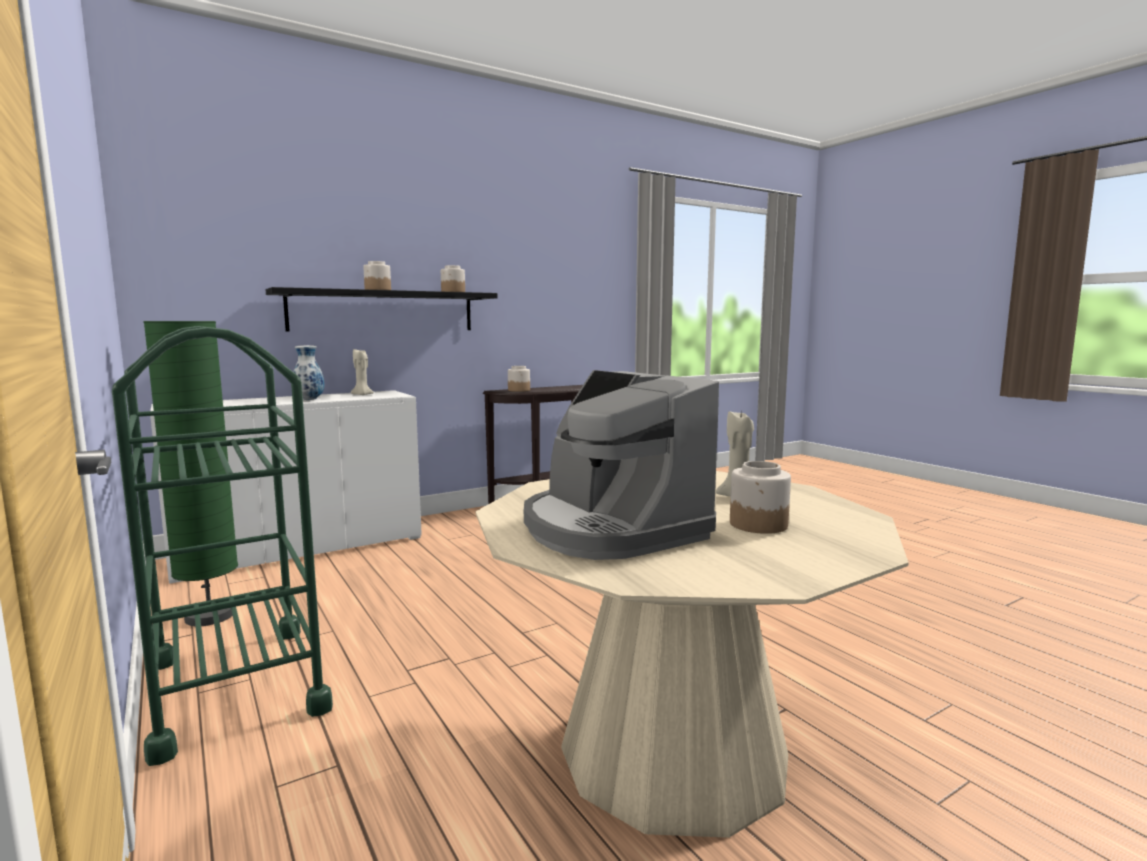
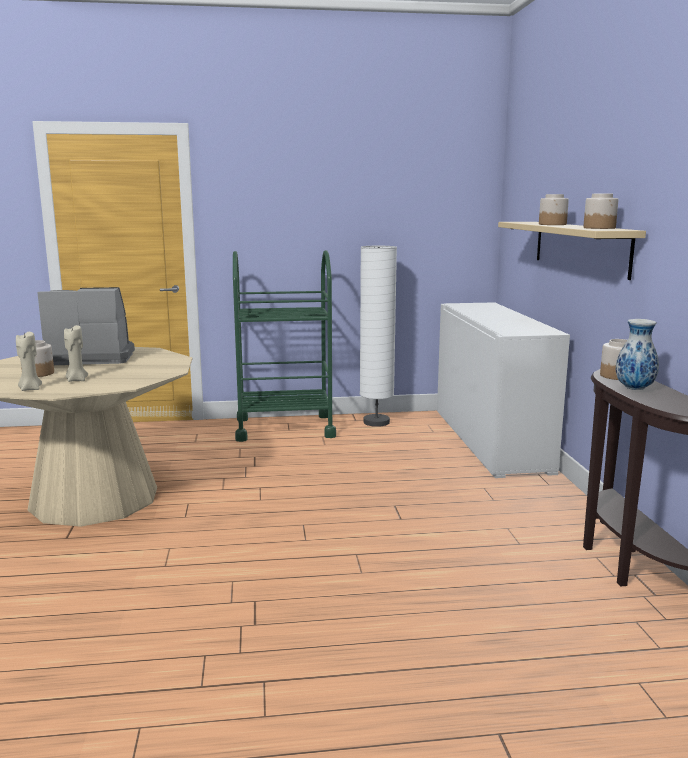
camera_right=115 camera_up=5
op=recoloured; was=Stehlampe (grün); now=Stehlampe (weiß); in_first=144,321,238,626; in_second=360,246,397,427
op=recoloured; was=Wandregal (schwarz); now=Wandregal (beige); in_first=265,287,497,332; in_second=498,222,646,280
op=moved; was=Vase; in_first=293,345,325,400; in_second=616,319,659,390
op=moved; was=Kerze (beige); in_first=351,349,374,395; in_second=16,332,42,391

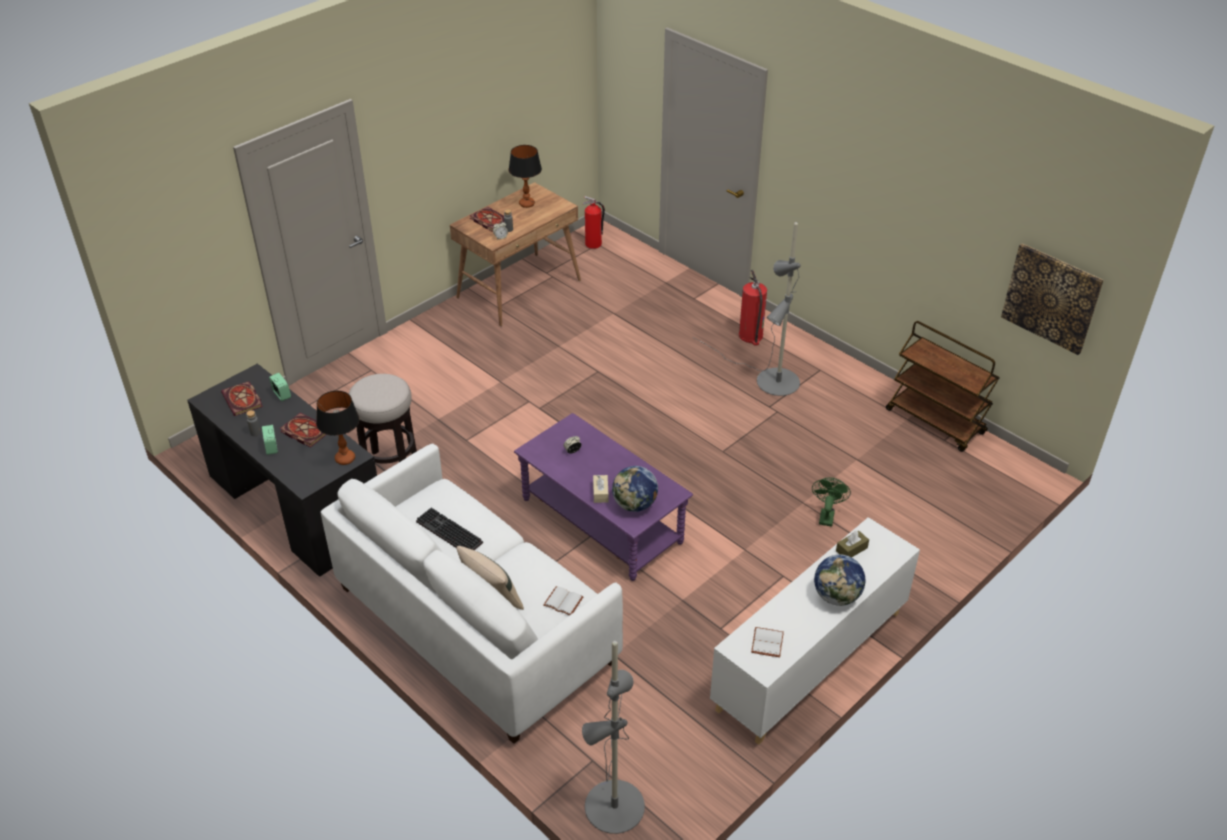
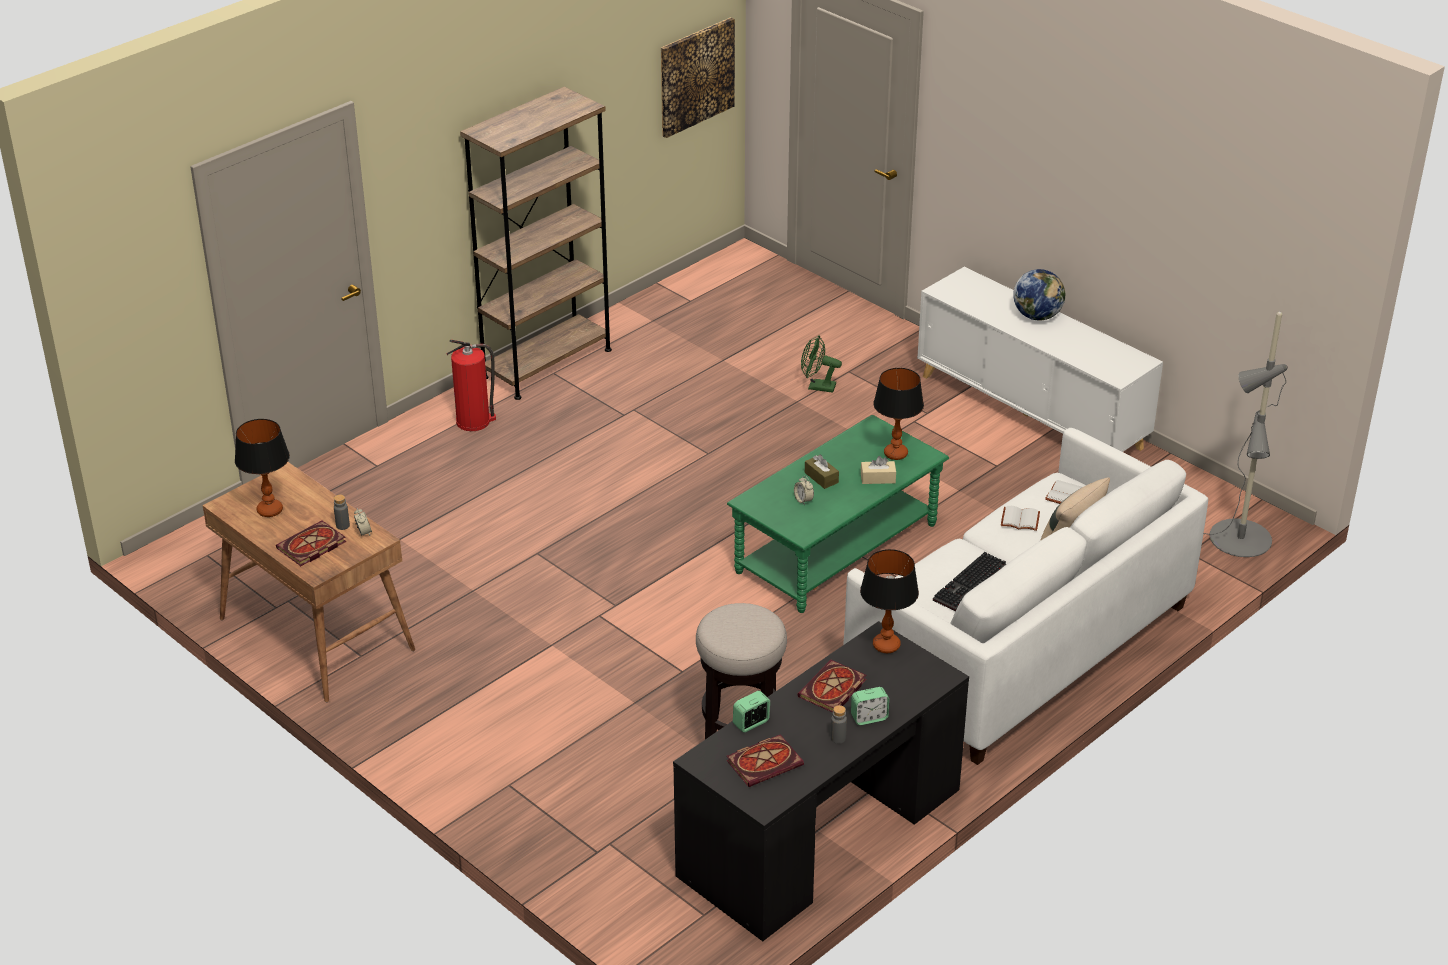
camera_right=-90 camera_up=-5
op=recoloured; was=Couchtisch (lila); now=Couchtisch (grün); in_first=514,413,693,581; in_second=727,415,949,613
op=removed; was=Feuerlöscher; in_first=583,196,605,249
op=replaced; was=Globus; now=Tischlampe; in_first=612,466,658,512; in_second=873,368,924,460
op=removed; was=Stehlampe (grau); in_first=694,222,801,396
op=moved; was=Buch (weiß); in_first=751,627,784,657; in_second=1001,506,1040,531
op=moved; was=Taschentuchbox (braun); in_first=836,531,869,557; in_second=805,455,839,489
op=removed; was=Rollwagen (braun); in_first=886,321,999,452
op=added; now=Bücherregal (braun); in_second=460,87,612,400

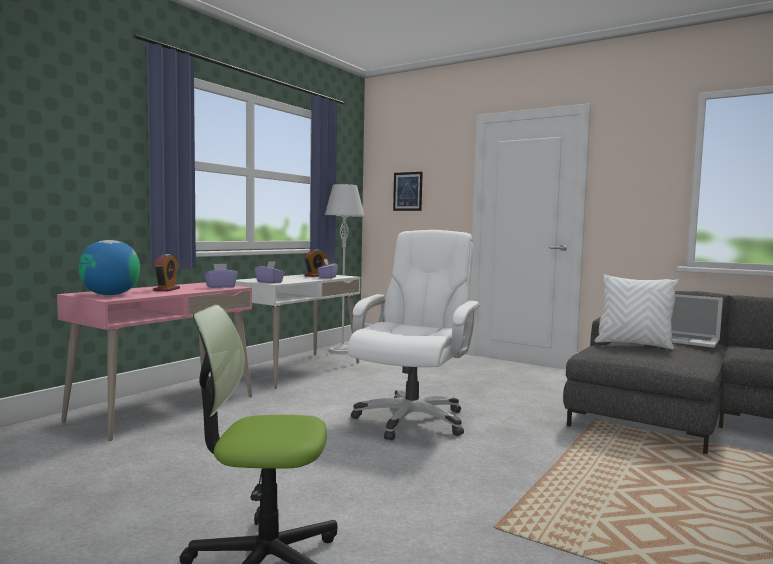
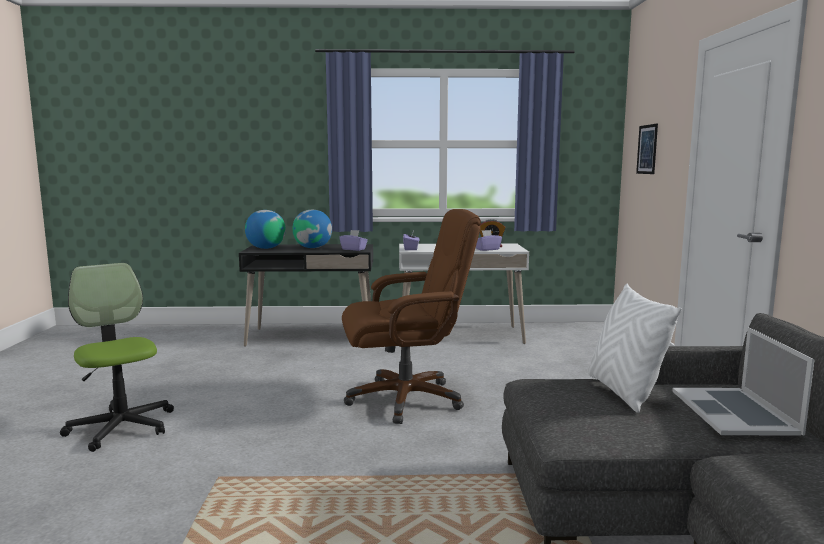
camera_right=55 camera_up=5
op=recoloured; was=Schreibtisch (rosa); now=Schreibtisch (schwarz); in_first=57,282,252,441; in_second=239,244,373,347
op=replaced; was=Wecker; now=Globus; in_first=153,254,180,291; in_second=293,210,332,248
op=removed; was=Stehlampe (grau); in_first=325,184,364,354
op=recoloured; was=Bürostuhl (weiß); now=Bürostuhl (braun); in_first=348,230,480,440; in_second=342,209,481,424

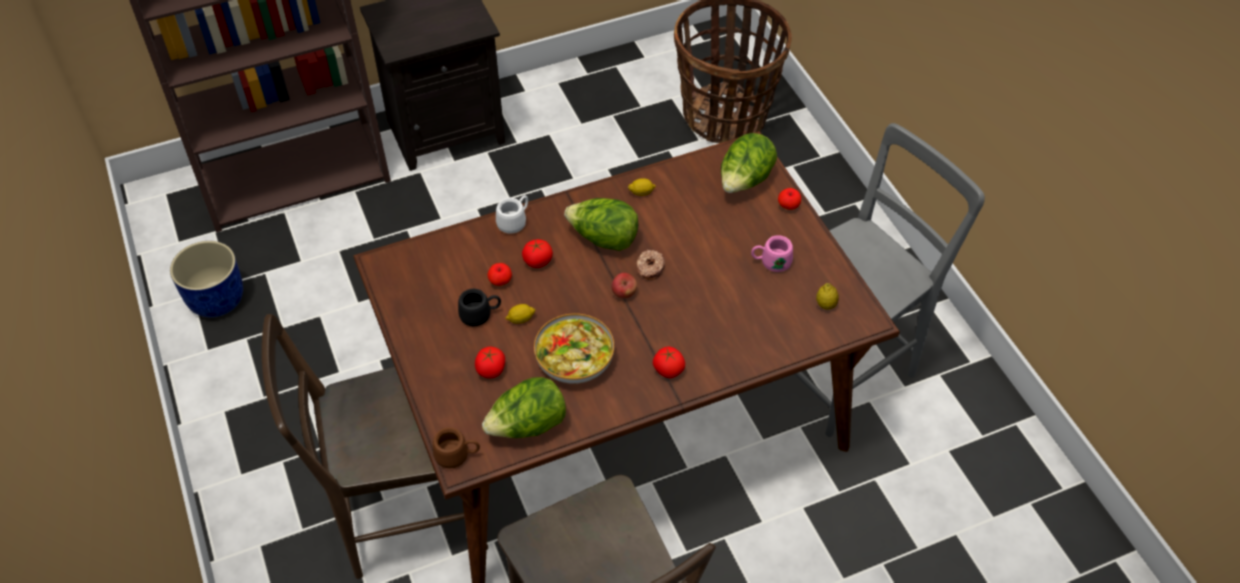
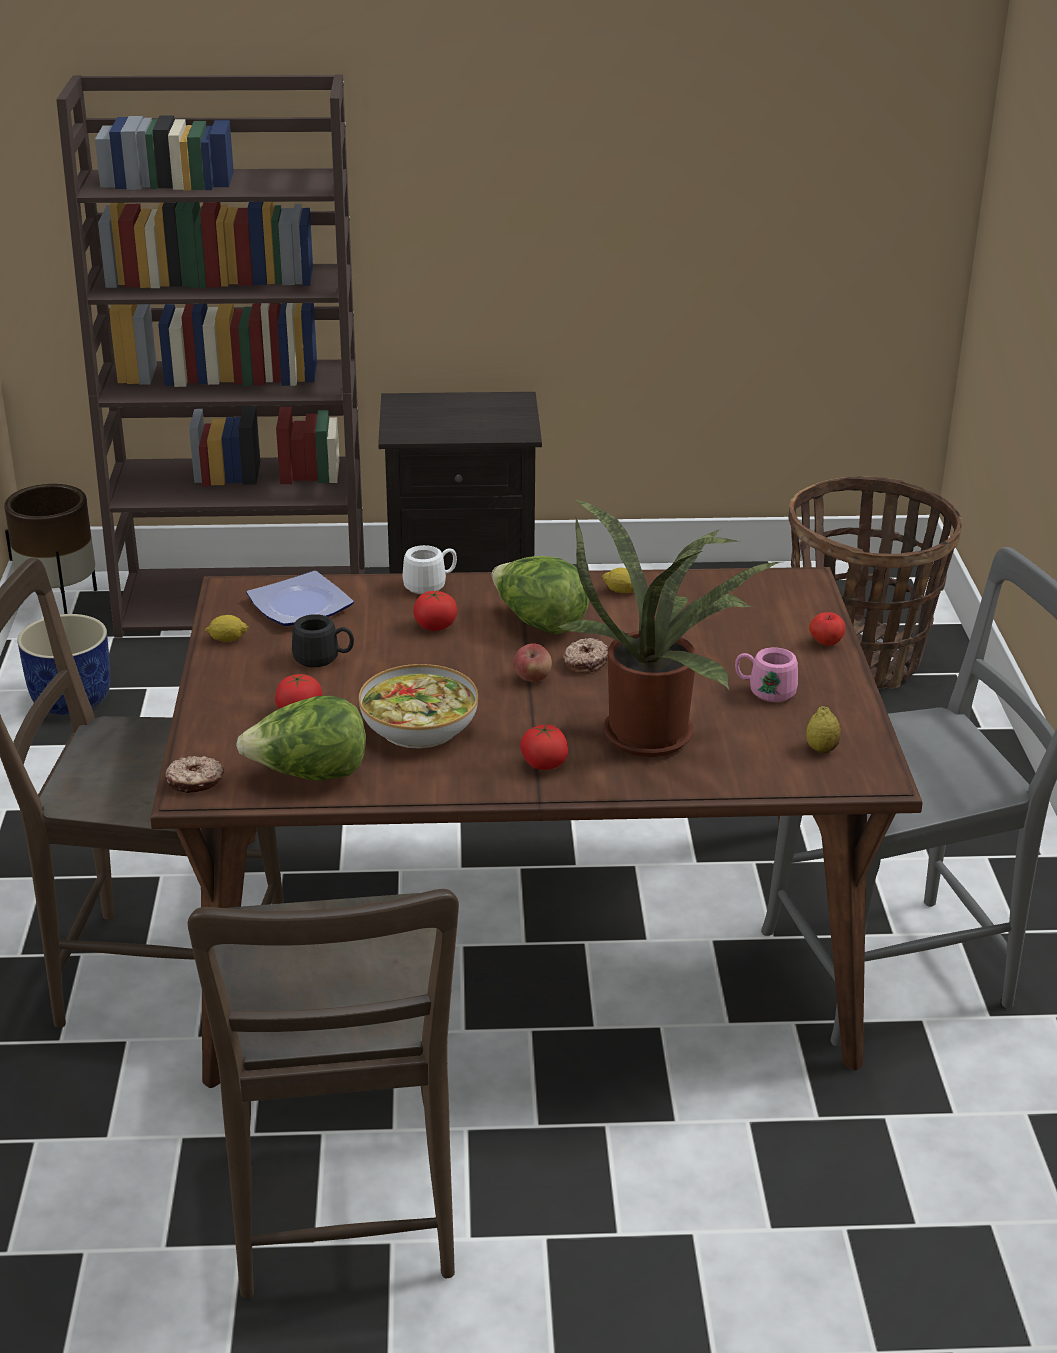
camera_right=20 camera_up=-20
op=replaced; was=Henkelbecher (braun); now=Donut; in_first=433,427,480,469; in_second=165,756,224,793
op=removed; was=Apfel; in_first=487,263,512,286
op=moved; was=Zitrone; in_first=505,304,535,324; in_second=205,615,248,642
op=removed; was=Salatkopf; in_first=721,133,777,193
op=added; now=Pflanzkübel (braun); in_second=4,484,97,614
op=added; now=Teller; in_second=247,571,354,626
op=added; now=Topfpflanze; in_second=557,497,783,757

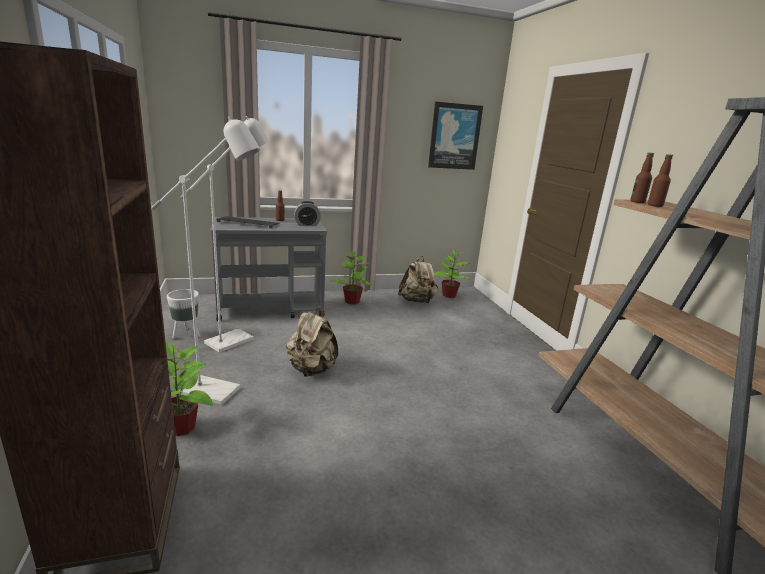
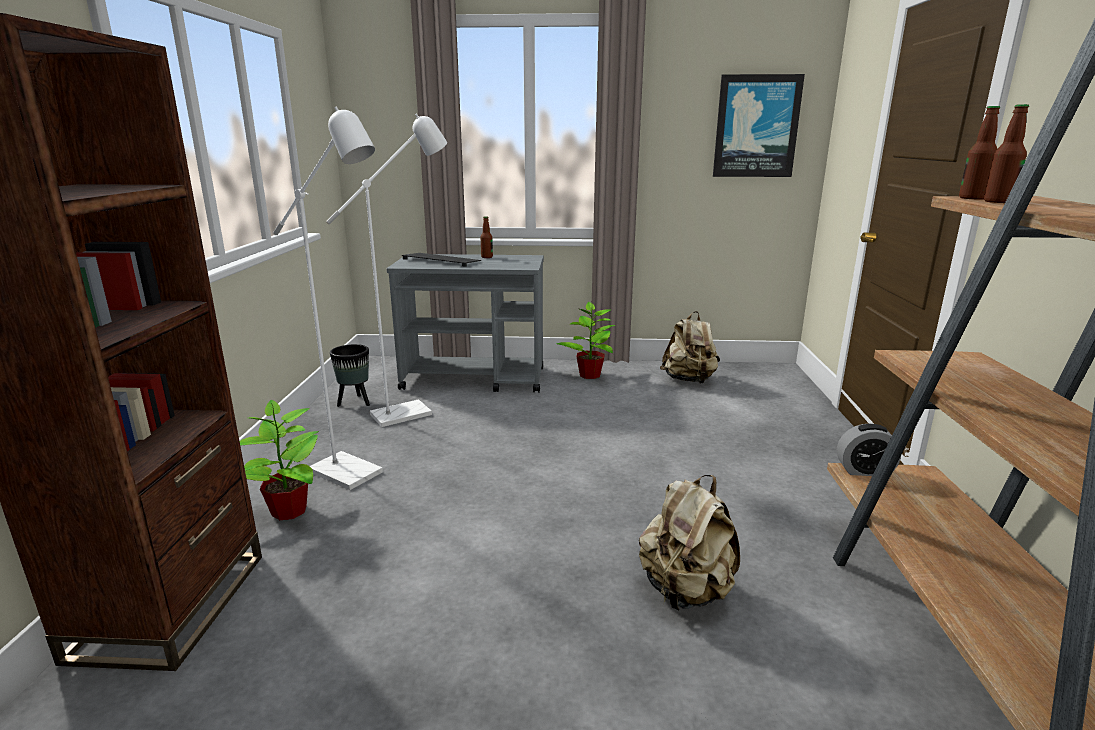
camera_right=20 camera_up=0
op=recoloured; was=Pflanzkübel (weiß); now=Pflanzkübel (schwarz); in_first=167,289,200,339; in_second=330,344,370,407
op=moved; was=Rucksack (beige); in_first=286,308,338,377; in_second=639,475,740,610
op=moved; was=Wecker; in_first=294,201,321,226; in_second=837,424,901,476
op=removed; was=Topfpflanze; in_first=434,249,471,298

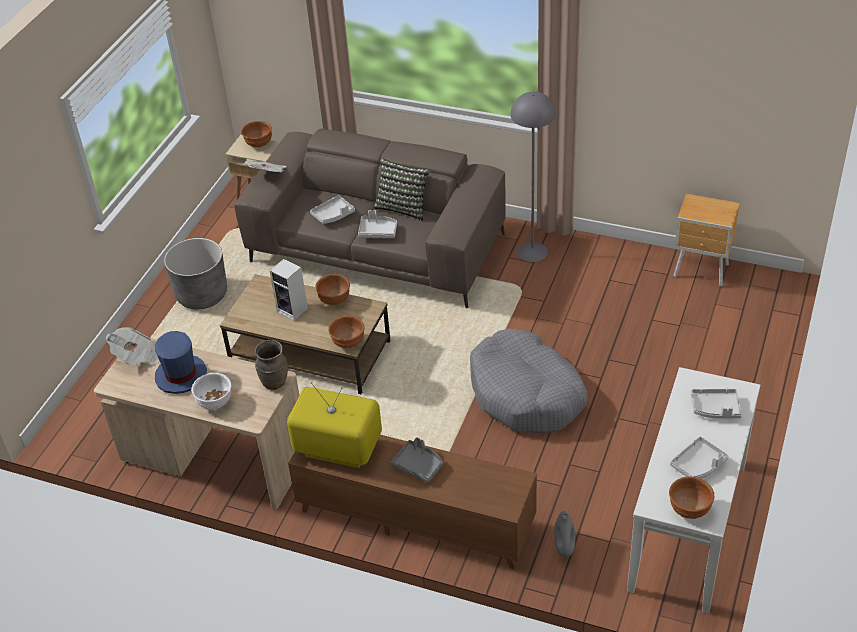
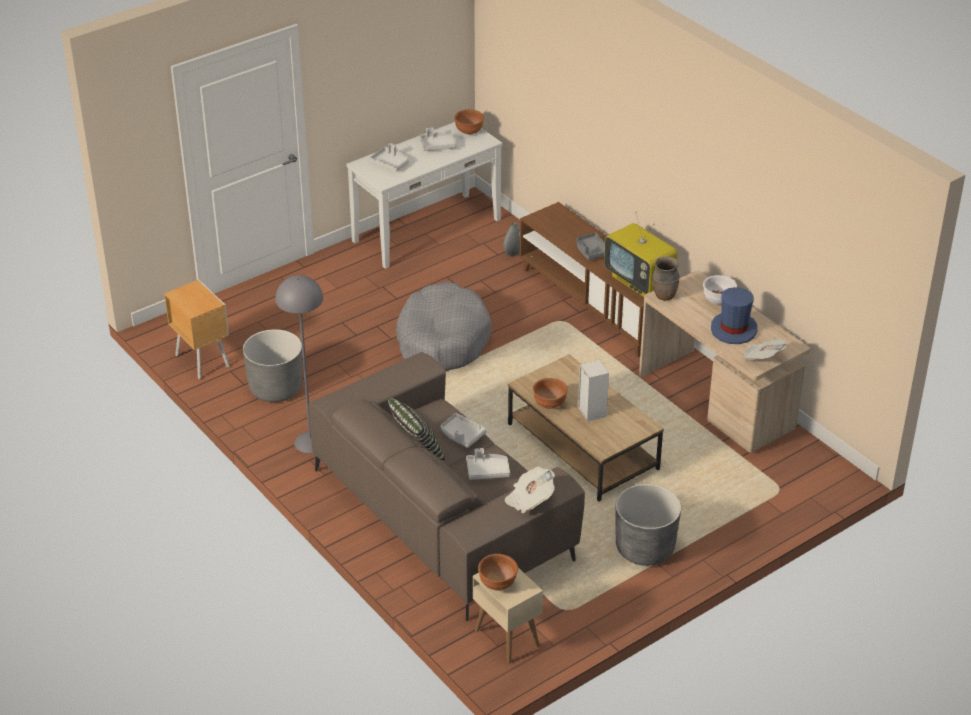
camera_right=-150 camera_up=-5
op=removed; was=Schüssel (braun); in_first=328,316,365,348
op=added; now=Pflanzkübel (grau); in_second=243,329,303,402

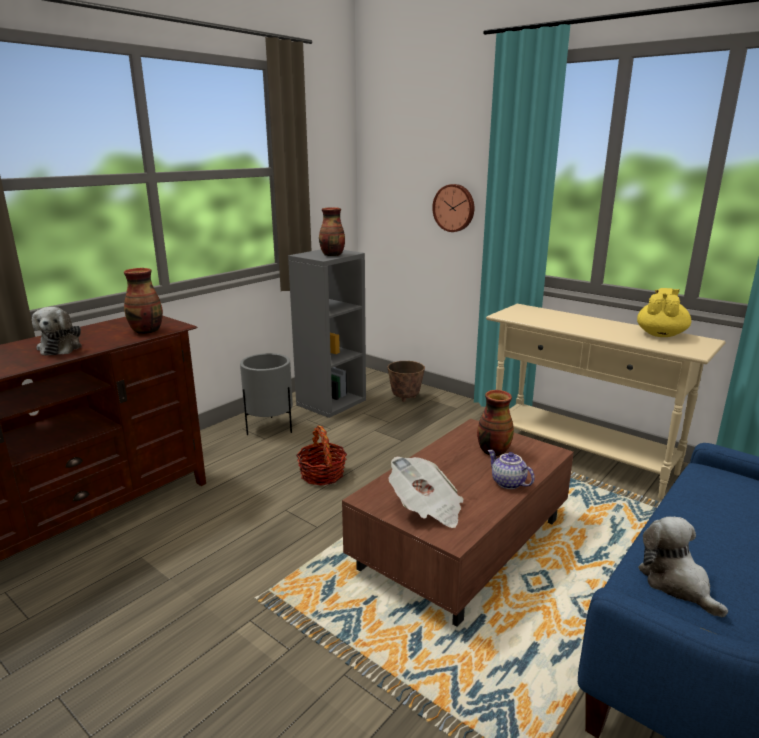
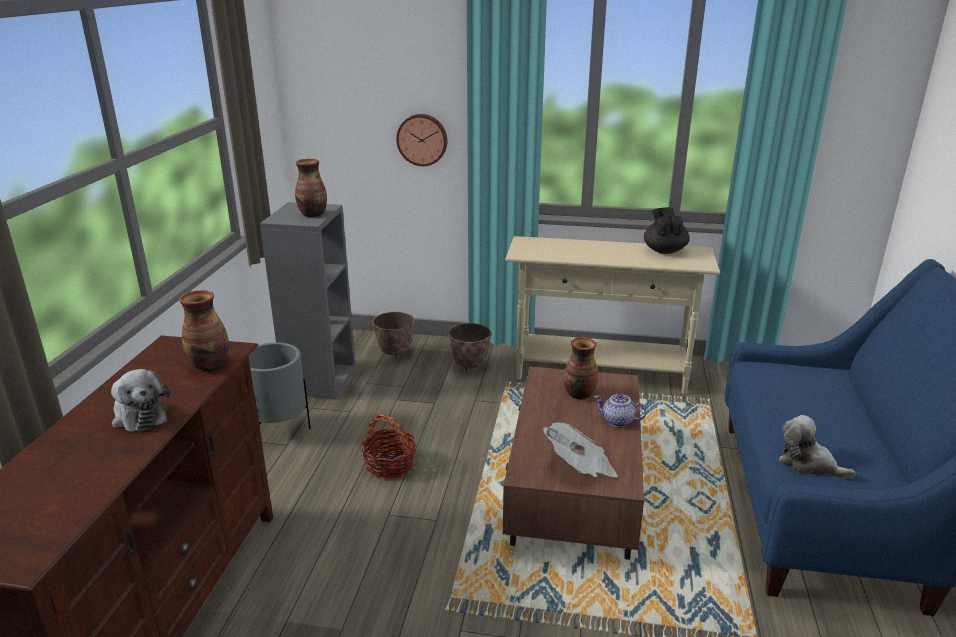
camera_right=-30 camera_up=5
op=recoloured; was=Teekanne (gelb); now=Teekanne (schwarz); in_first=637,288,691,337; in_second=644,207,690,254
op=added; now=Pflanzkübel; in_second=448,323,492,373

